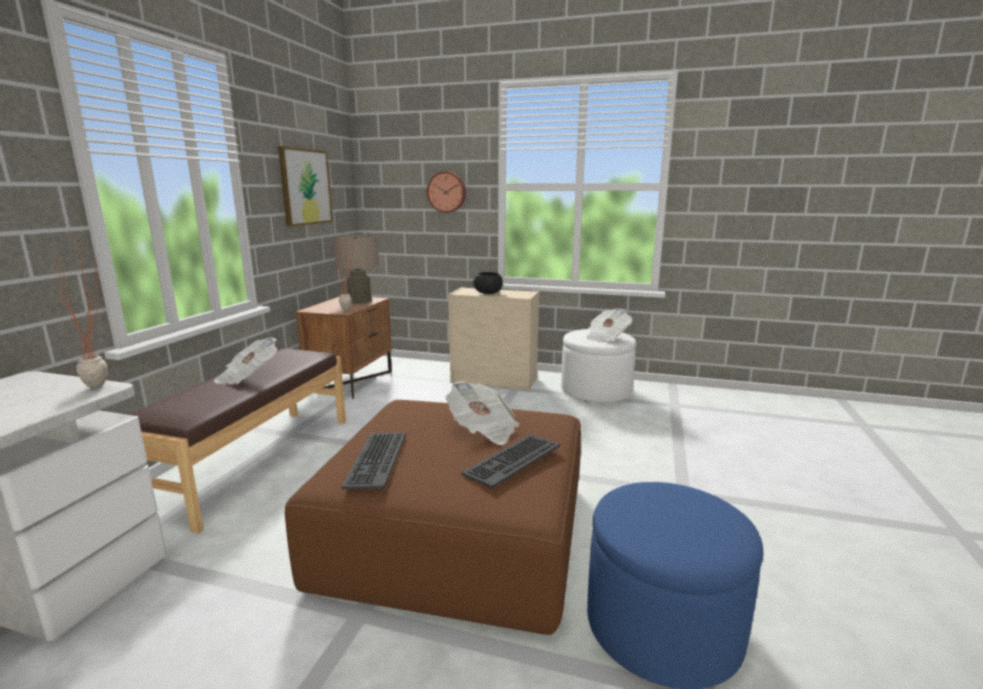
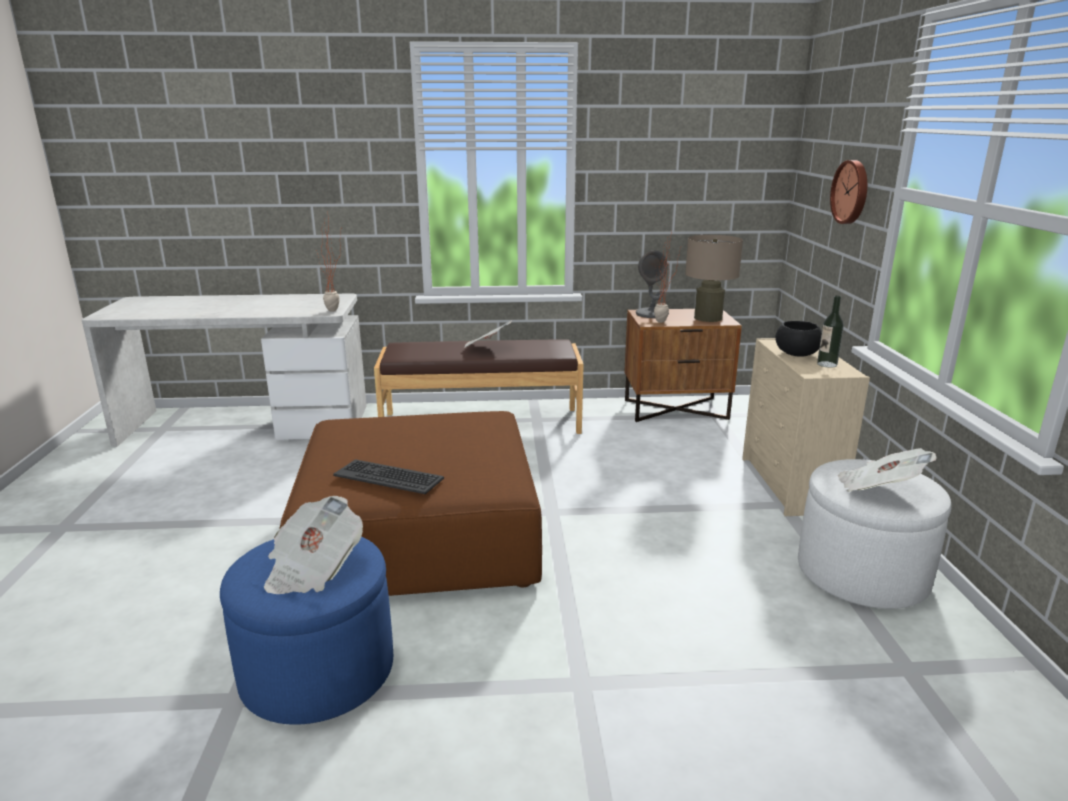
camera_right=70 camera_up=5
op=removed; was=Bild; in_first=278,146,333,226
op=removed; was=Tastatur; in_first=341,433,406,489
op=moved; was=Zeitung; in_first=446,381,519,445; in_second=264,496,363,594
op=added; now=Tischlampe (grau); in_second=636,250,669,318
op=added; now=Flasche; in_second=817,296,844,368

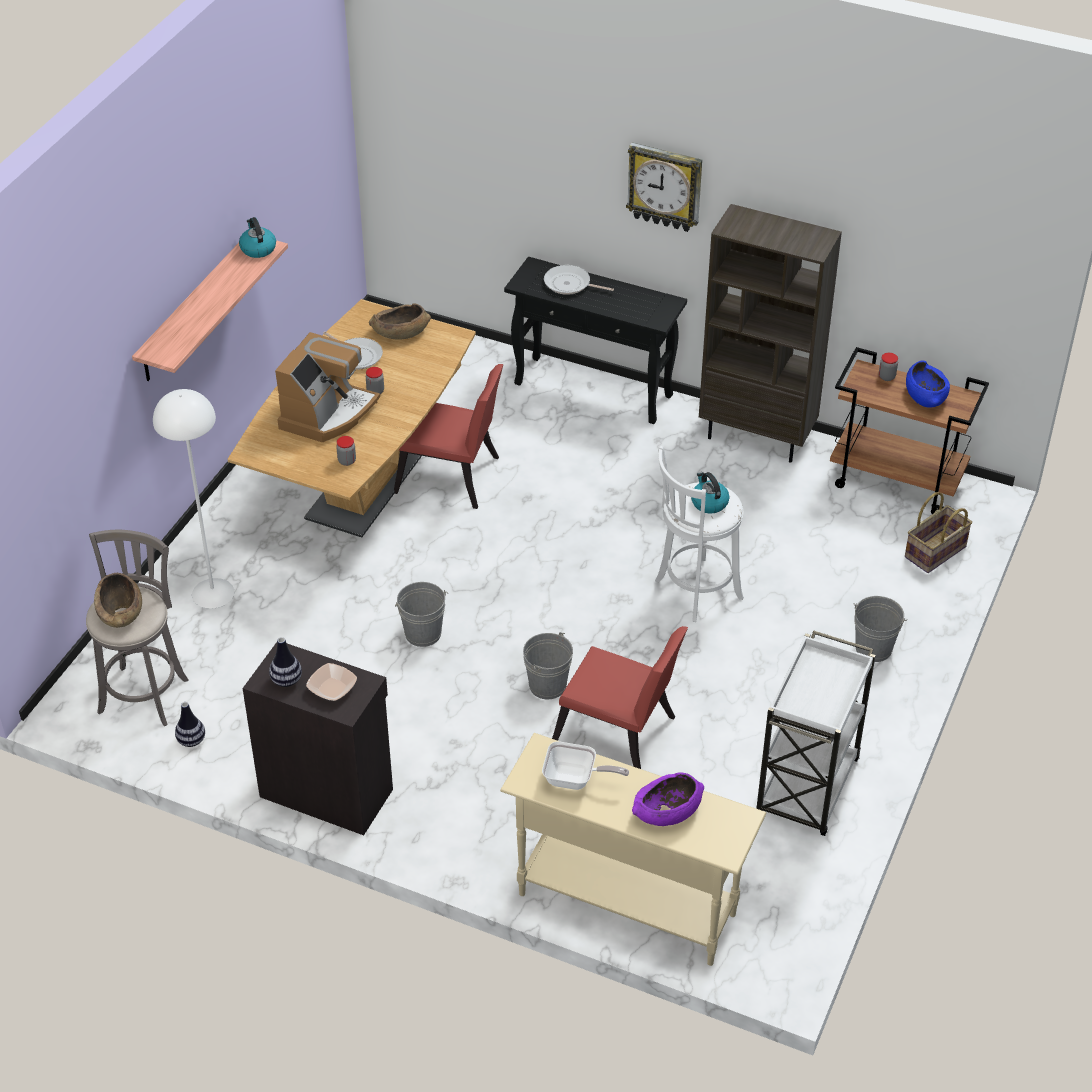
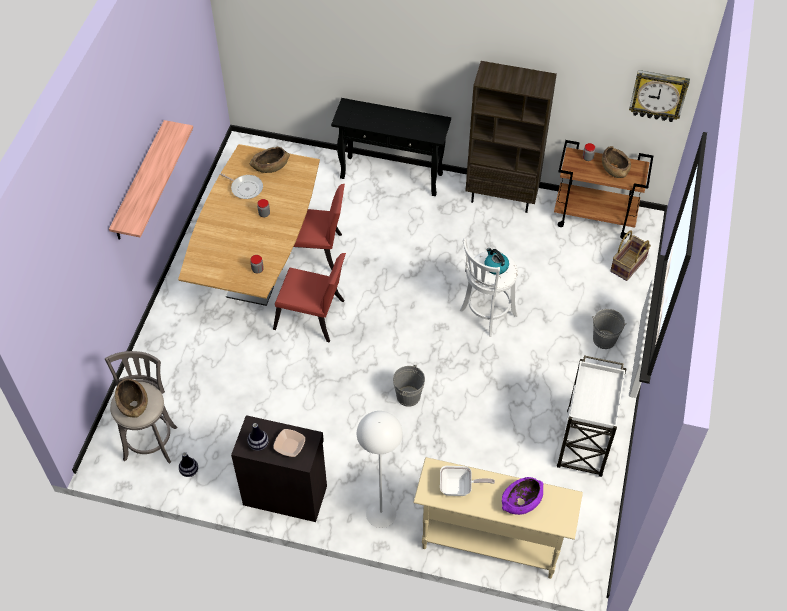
camera_right=-10 camera_up=10
op=moved; was=Stehlampe (weiß); in_first=153,389,234,609; in_second=357,411,403,528
op=removed; was=Wasserkessel; in_first=239,217,276,258
op=removed; was=Kaffeemaschine; in_first=275,332,380,442
op=removed; was=Eimer (grau); in_first=395,582,448,647
op=removed; was=Pfanne; in_first=544,265,614,295
op=moved; was=Stuhl (rot); in_first=552,626,688,769; in_second=273,253,346,342
op=moved; was=Wanduhr; in_first=626,143,702,232; in_second=629,70,690,122
op=recoloured; was=Schüssel (blau); now=Schüssel (braun); in_first=906,360,950,408; in_second=602,146,631,178

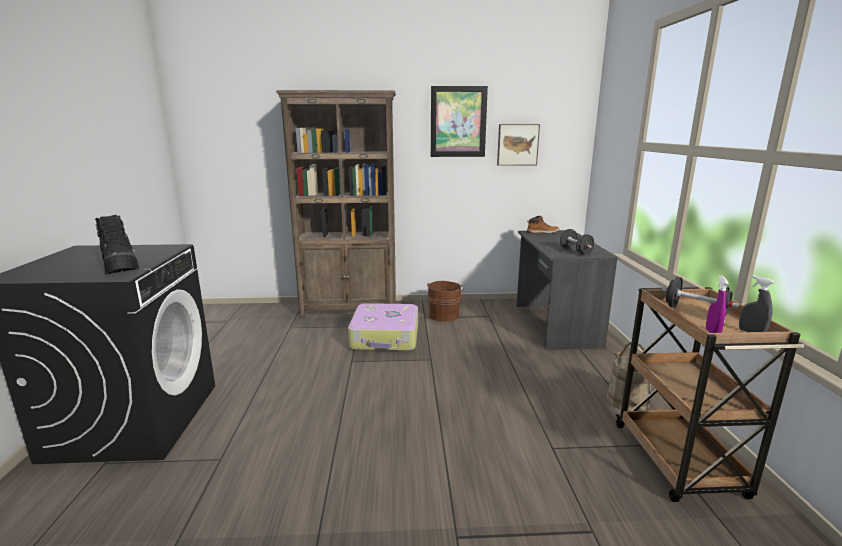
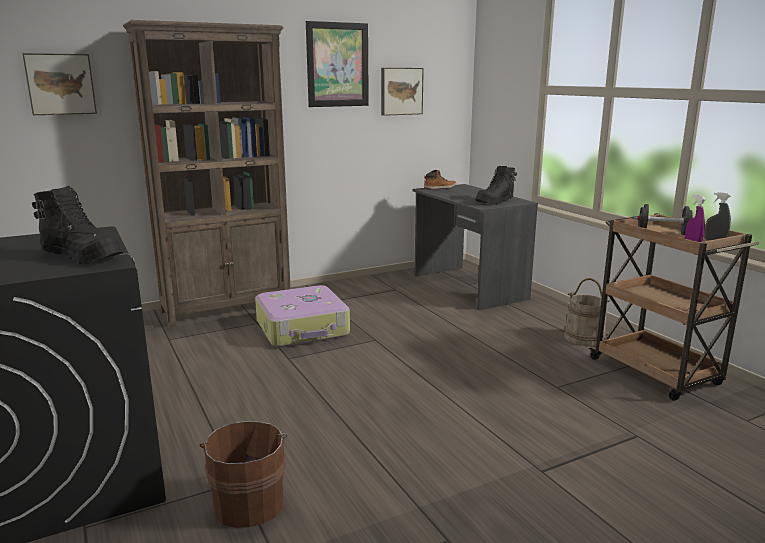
camera_right=-25 camera_up=0
op=moved; was=Eimer (braun); in_first=427,281,464,322; in_second=199,421,288,528
op=replaced; was=Hantel (schwarz); now=Stiefel (schwarz); in_first=560,229,595,255; in_second=475,166,517,205
op=added; now=Bild; in_second=23,53,97,115

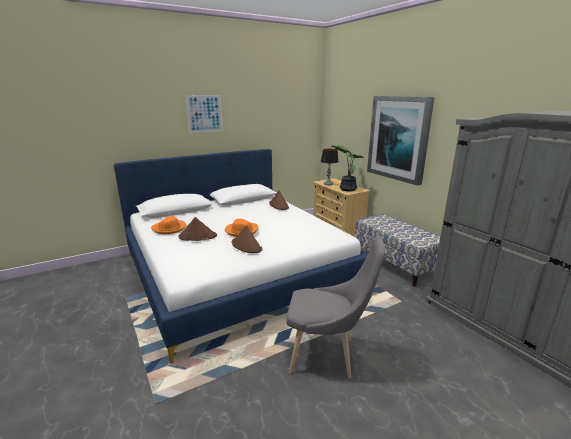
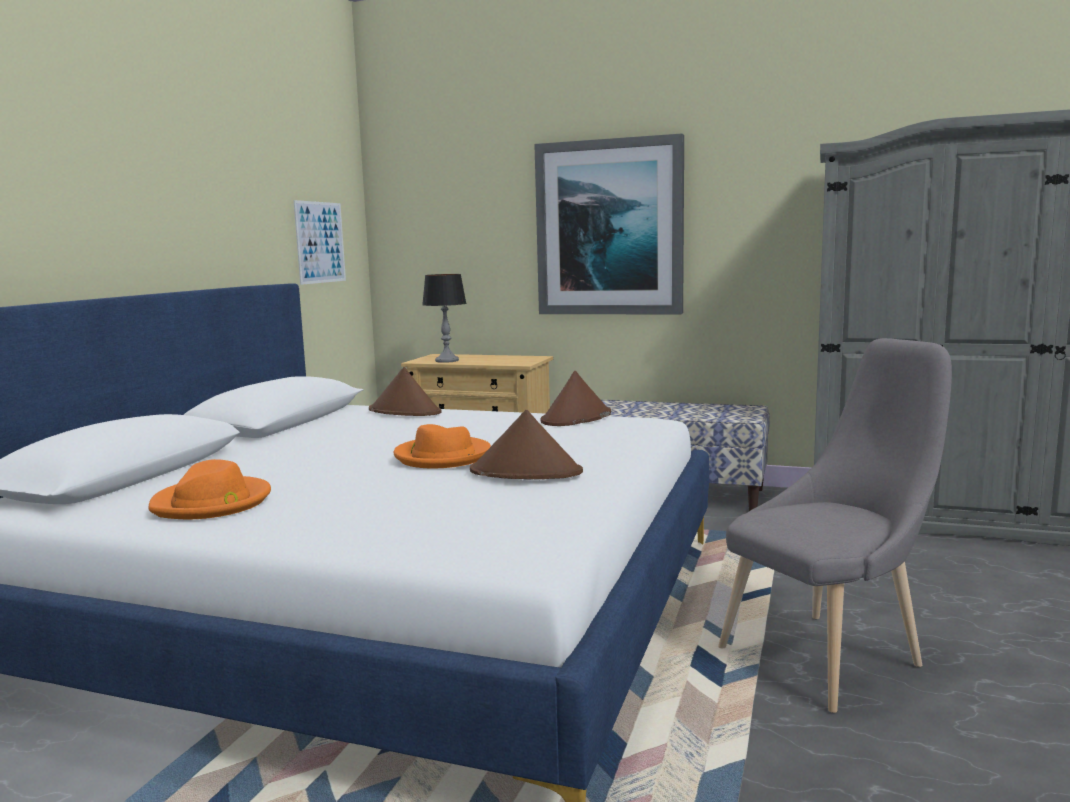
camera_right=-40 camera_up=-10
op=moved; was=Hut (braun); in_first=178,217,217,241; in_second=540,371,611,426
op=moved; was=Bild; in_first=186,95,223,133; in_second=293,200,346,285
op=removed; was=Topfpflanze; in_first=331,145,364,191

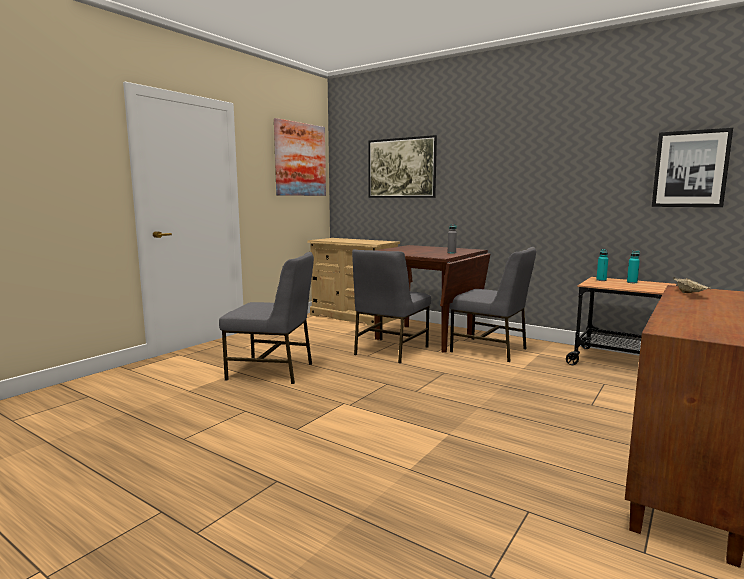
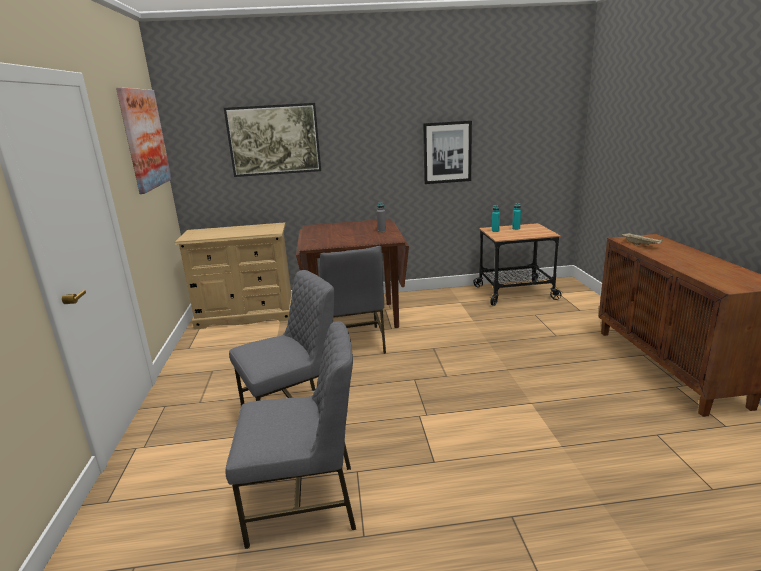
camera_right=-40 camera_up=10
op=moved; was=Stuhl (grau); in_first=449,247,536,362; in_second=225,321,356,549
op=moved; was=Bild; in_first=652,128,733,207; in_second=423,120,472,184

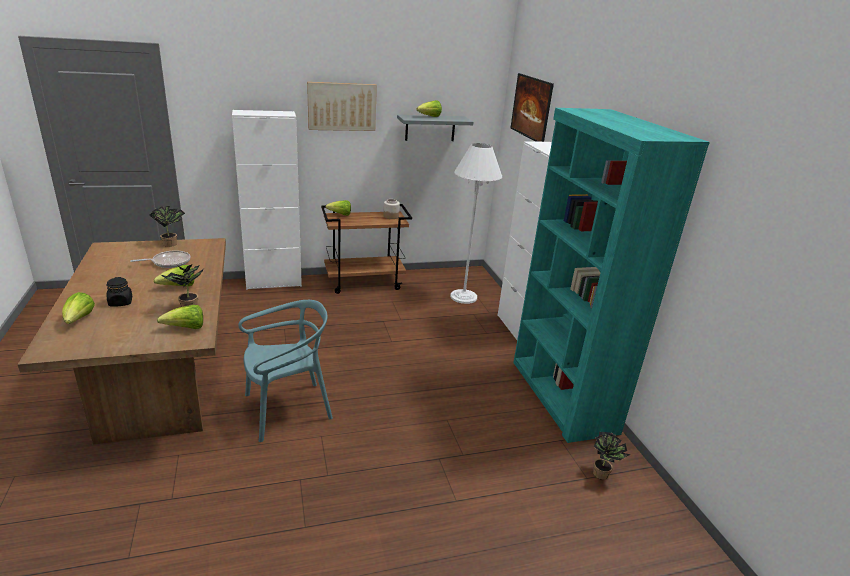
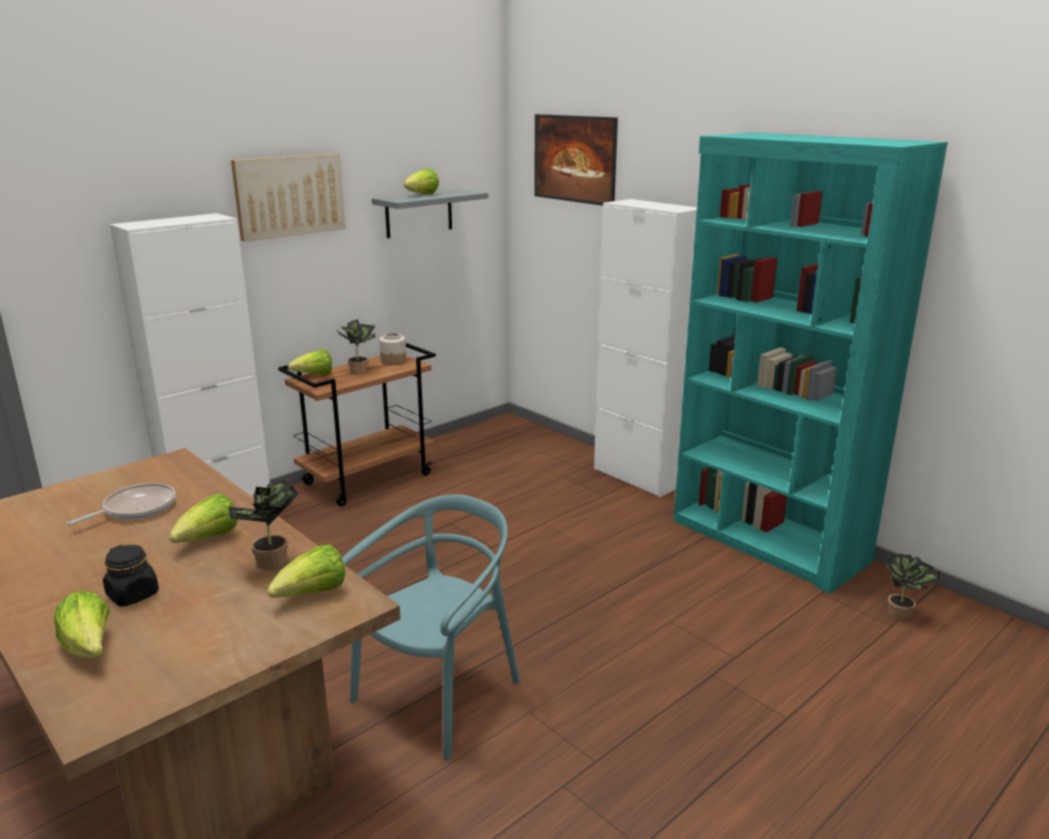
camera_right=-25 camera_up=-5
op=moved; was=Topfpflanze; in_first=149,206,185,247; in_second=337,319,376,374
op=removed; was=Stehlampe (weiß); in_first=450,143,502,304

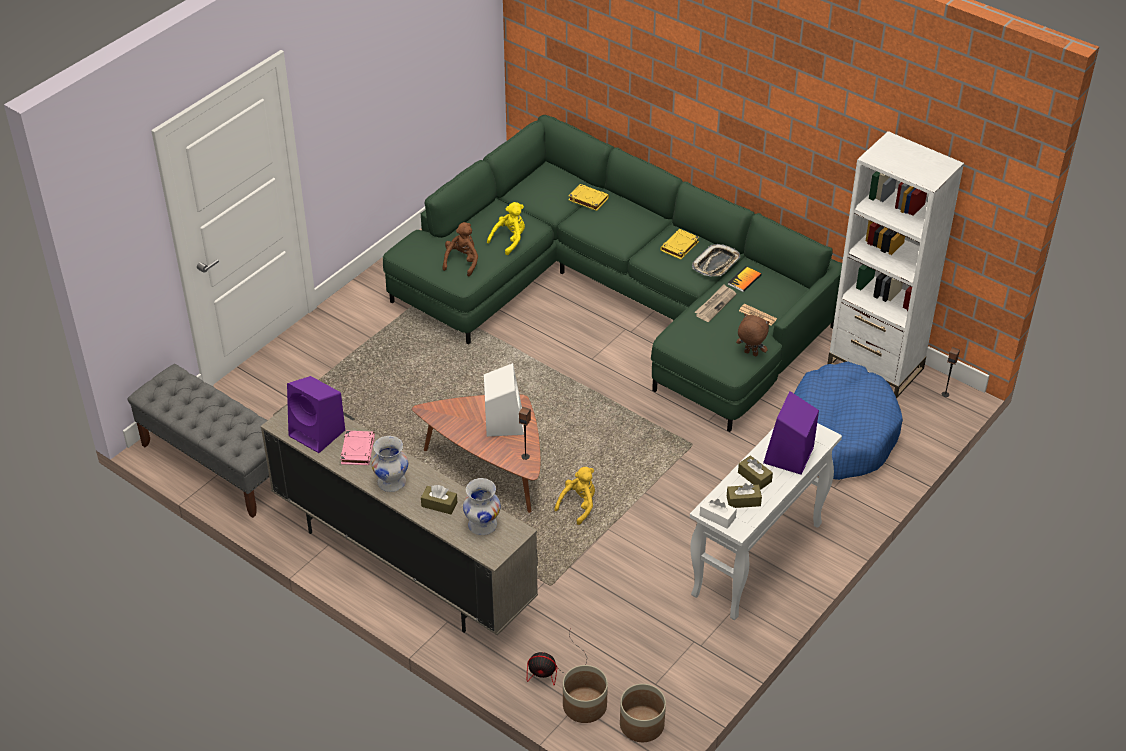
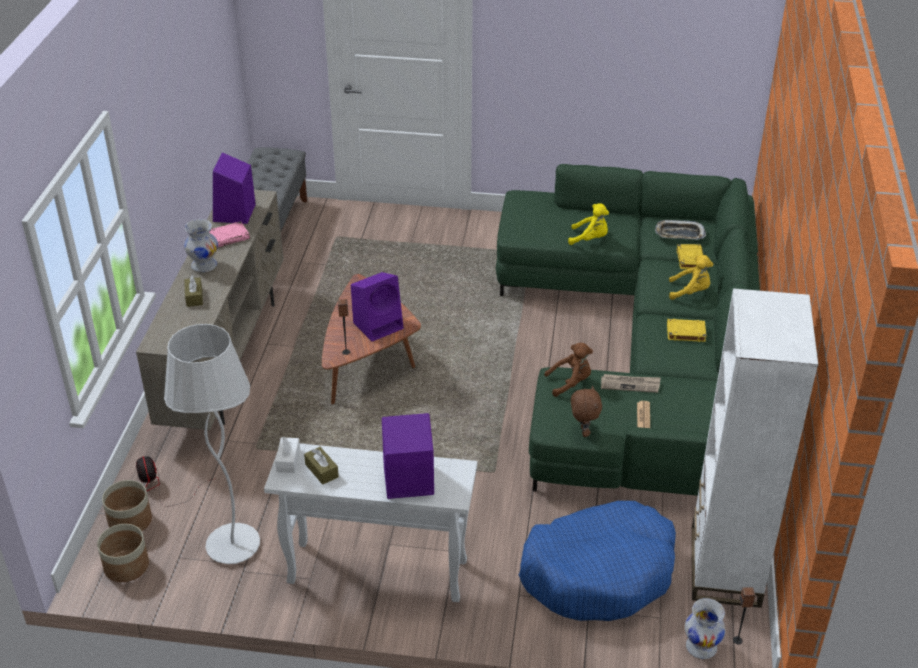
camera_right=60 camera_up=-5
op=moved; was=Plüschtier (braun); in_first=442,222,478,276; in_second=544,343,593,397
op=moved; was=Vase (weiß); in_first=463,478,501,535; in_second=685,598,726,659
op=recoloured; was=Lautsprecher (weiß); now=Lautsprecher (lila); in_first=484,363,524,437; in_second=351,272,404,342
op=moved; was=Plüschtier (gelb); in_first=554,467,595,525; in_second=669,255,713,300
op=moved; was=Tablett; in_first=692,244,740,276; in_second=655,220,706,240
op=removed; was=Buch; in_first=728,266,762,292
op=removed; was=Taschentuchbox (braun); in_first=738,455,773,490
op=added; now=Stehlampe (weiß); in_second=164,324,260,564

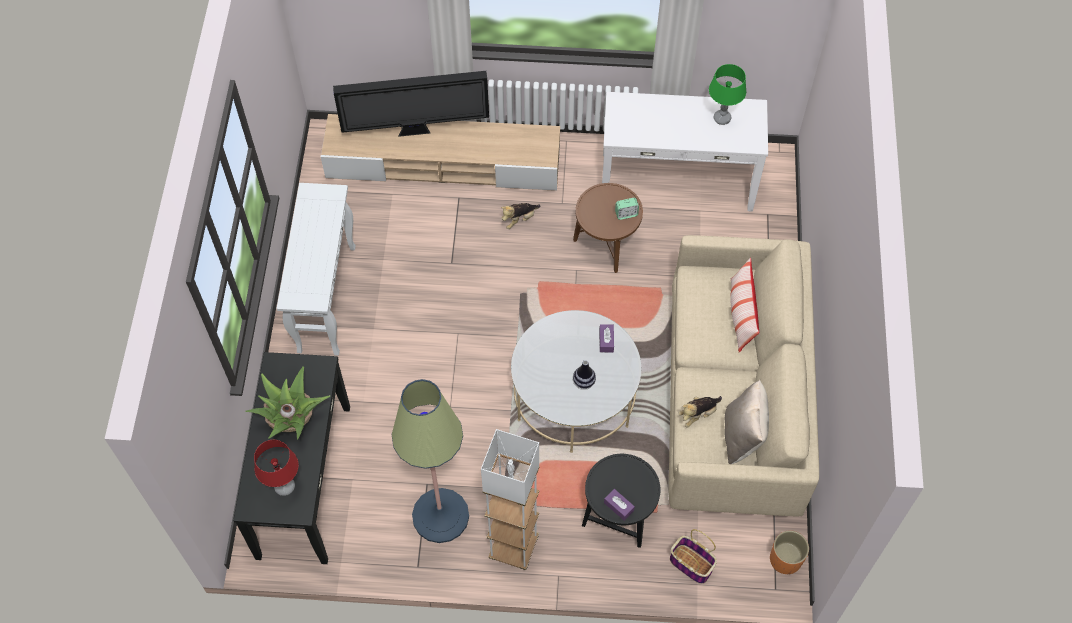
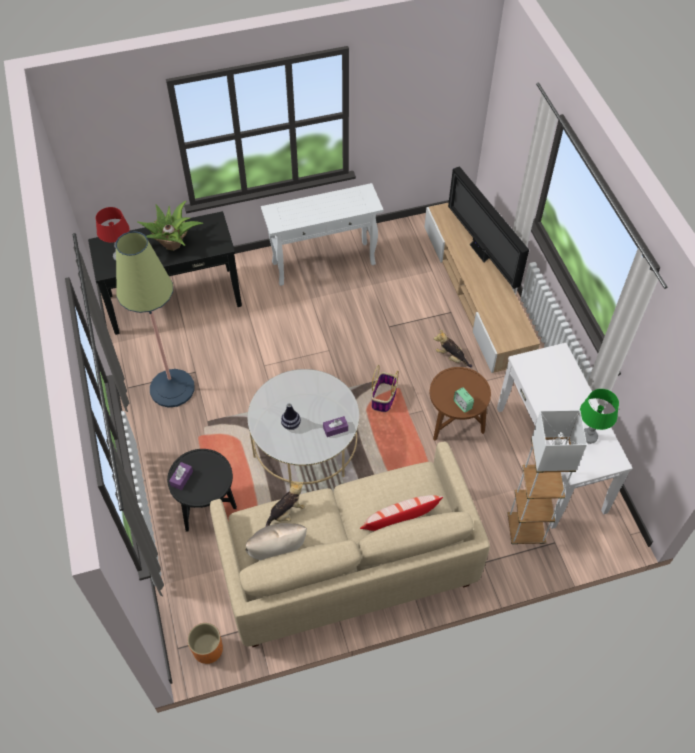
camera_right=70 camera_up=-5
op=moved; was=Stehlampe (weiß); in_first=481,429,539,570; in_second=507,410,587,545
op=moved; was=Korb; in_first=670,529,717,584; in_second=371,365,399,412
op=turned; was=Plüschtier; in_first=678,396,722,427; in_second=265,481,305,527; clockwise=105

